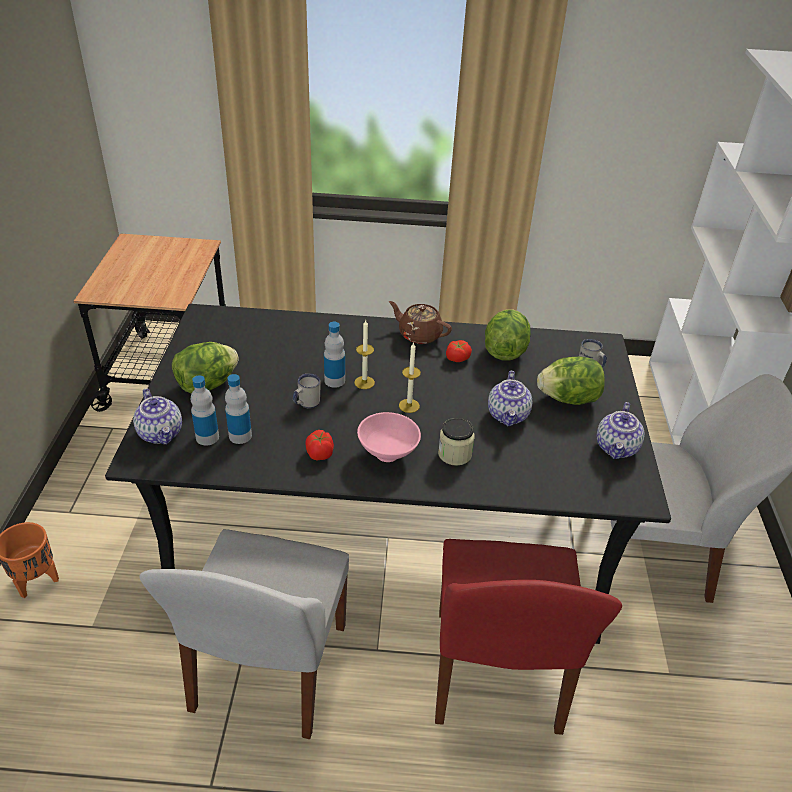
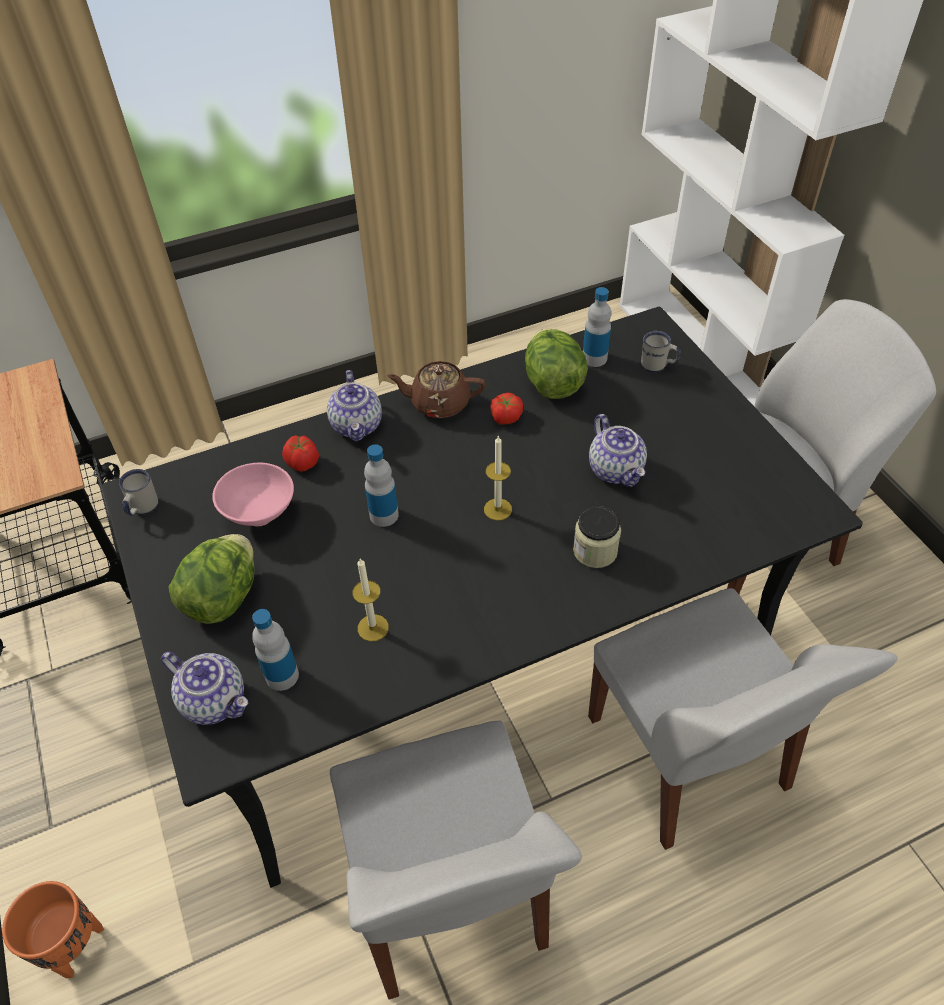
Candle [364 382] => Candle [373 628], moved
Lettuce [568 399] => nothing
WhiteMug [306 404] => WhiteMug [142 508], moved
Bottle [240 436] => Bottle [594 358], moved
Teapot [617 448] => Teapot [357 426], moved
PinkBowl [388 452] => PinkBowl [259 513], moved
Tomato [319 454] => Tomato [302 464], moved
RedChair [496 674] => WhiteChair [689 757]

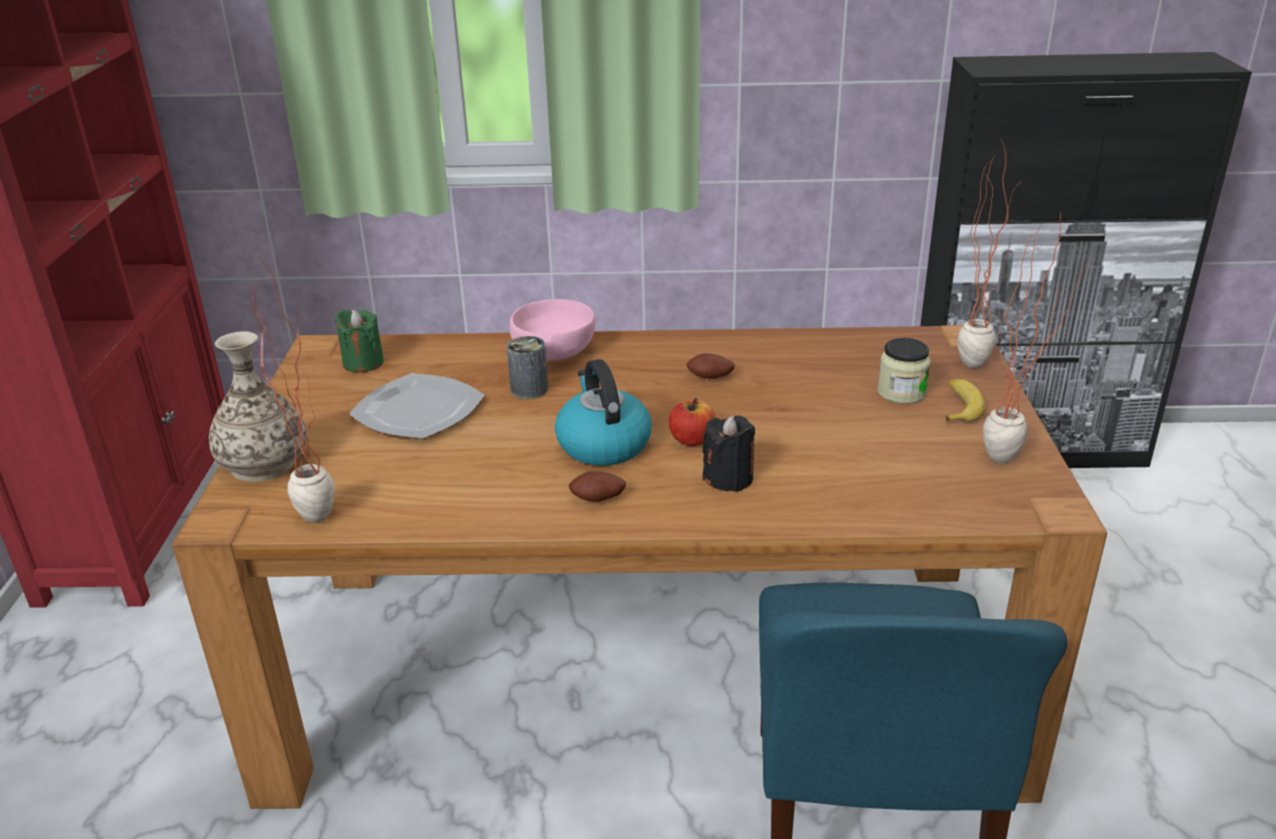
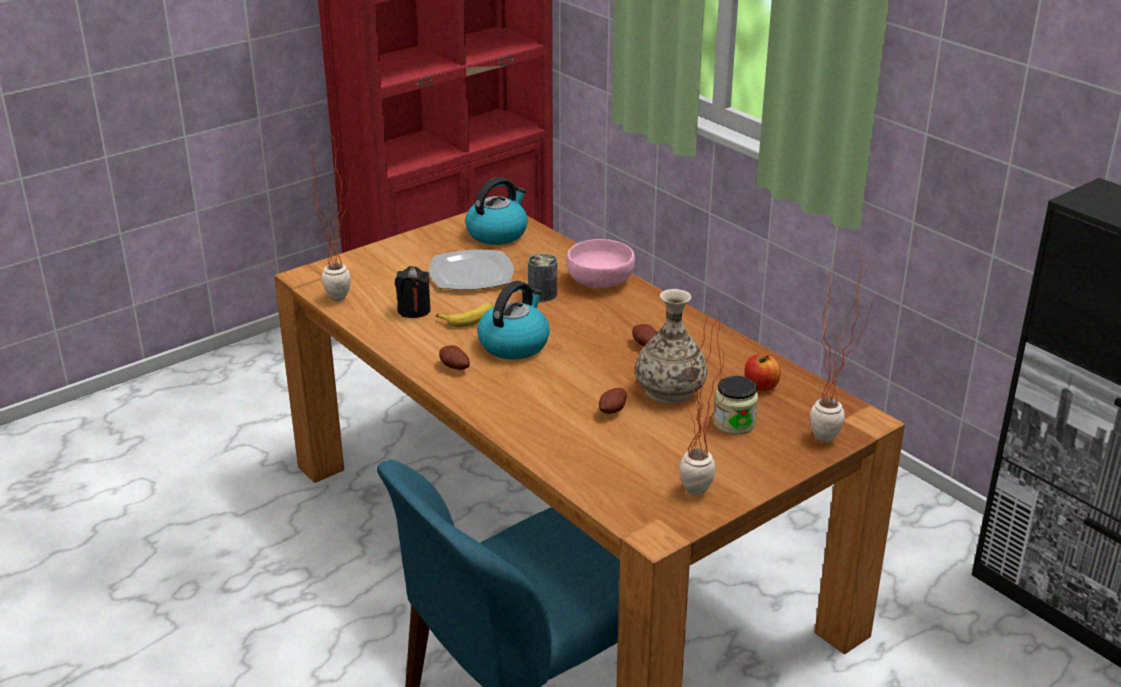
GreenCandle [363 363] => Kettle [497 233]
Vase [264 464] => Vase [670 390], moved
Banana [959 407] => Banana [469 318], moved
Apple [692 440] => Apple [760 386], moved
BlackCandle [728 478] => BlackCandle [414 310], moved
nothing => Potato [613 411]

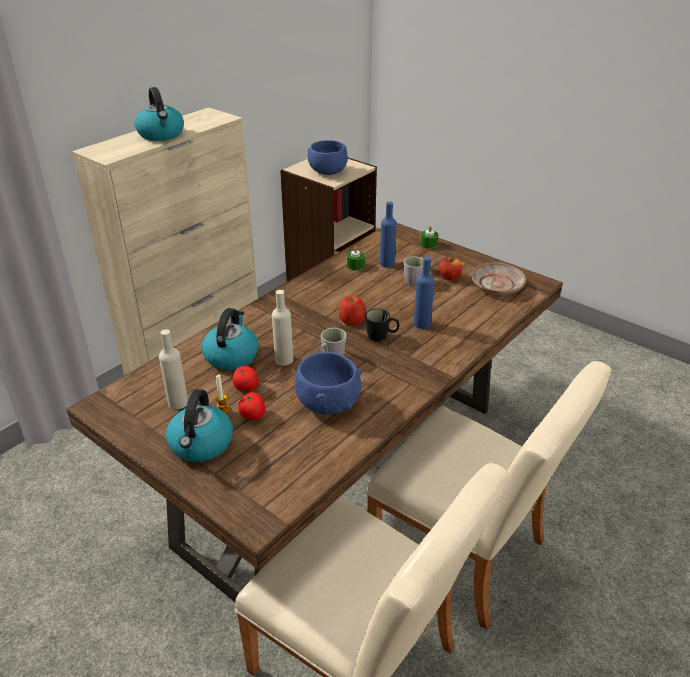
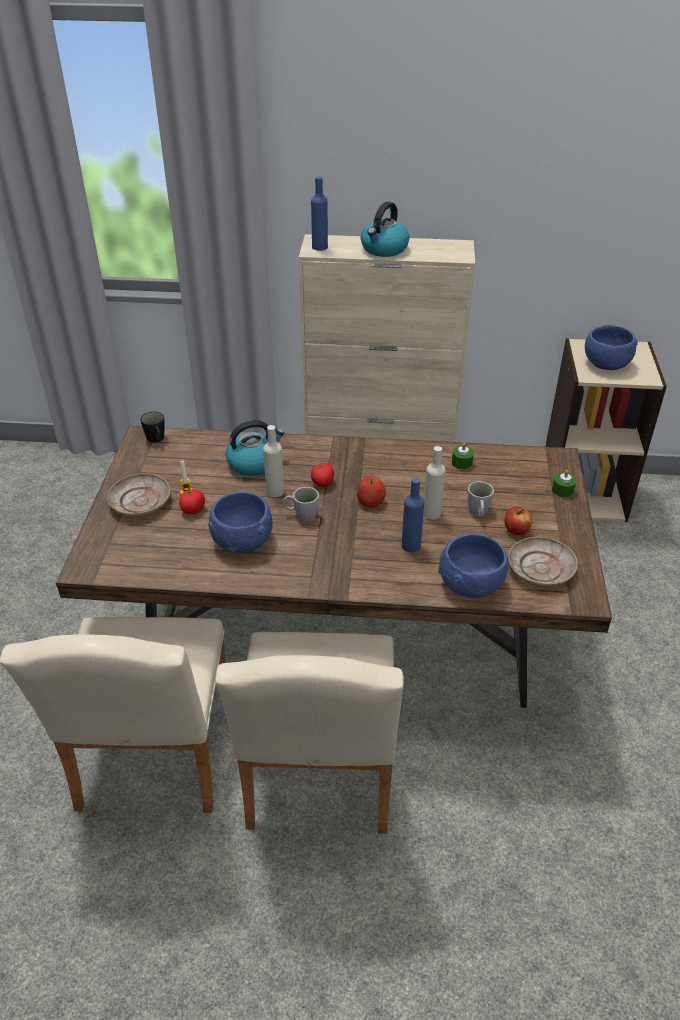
BlueBottle [387 263] => BlueBottle [319 247], moved
BlackMug [381 336] => BlackMug [156 440], moved
BeigeBottle [178 402] => BeigeBottle [431 513], moved
Tomato [246 387] => Tomato [323 483], moved
Kettle [201 444] => BeigePlate [141 502]
nothing => BlueBowl [471 585]

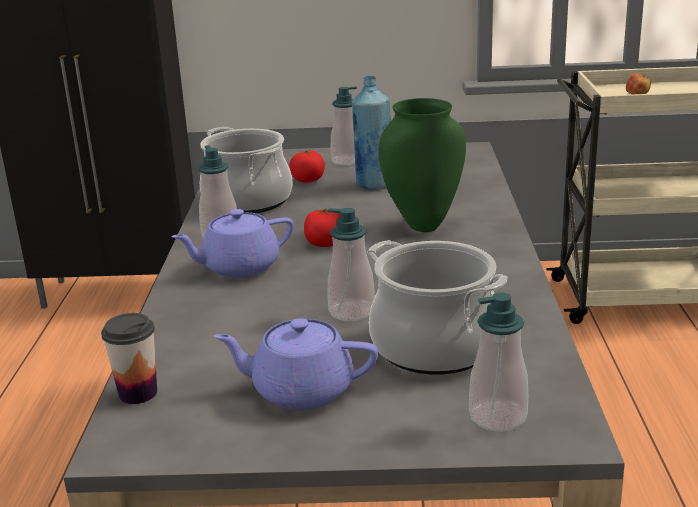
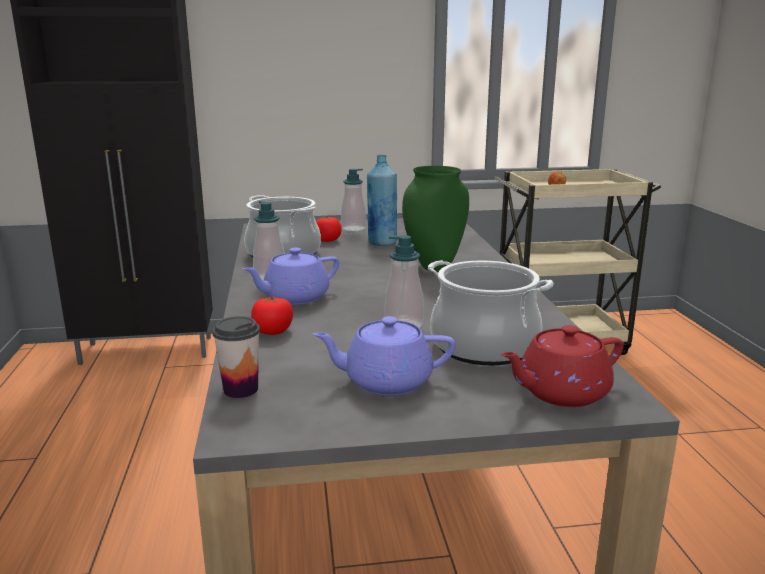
Tomato [325 243] => Tomato [272 331], moved
SoapDispenser [497 417] => RedTeapot [560 393]

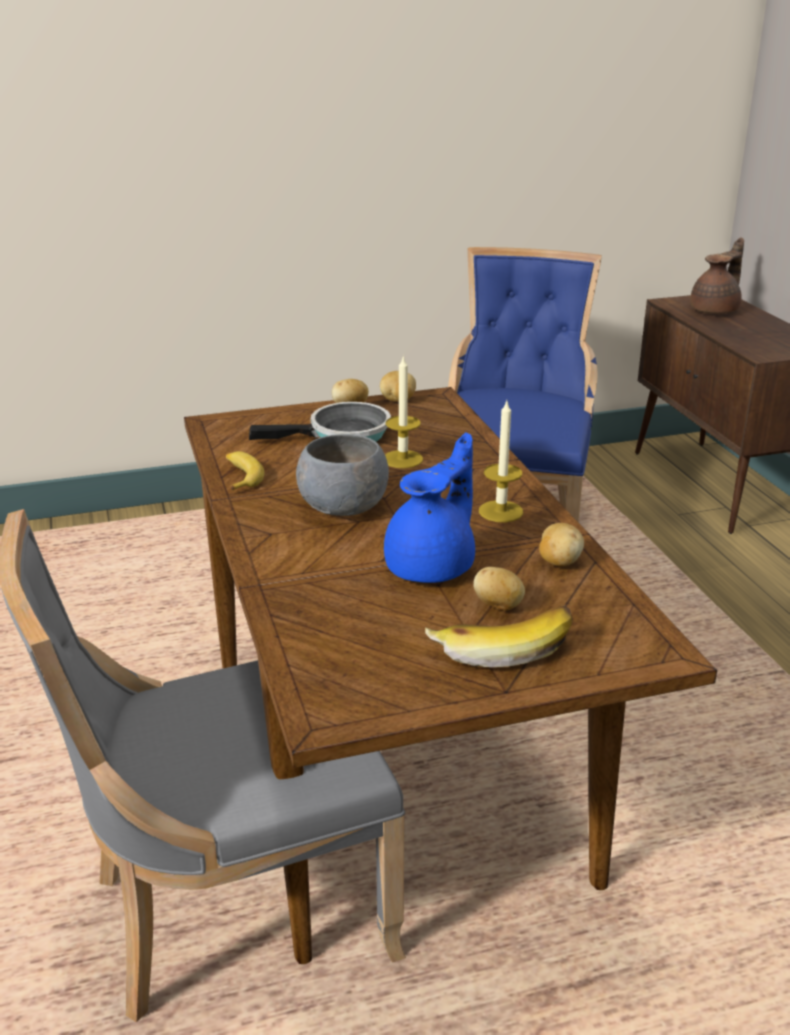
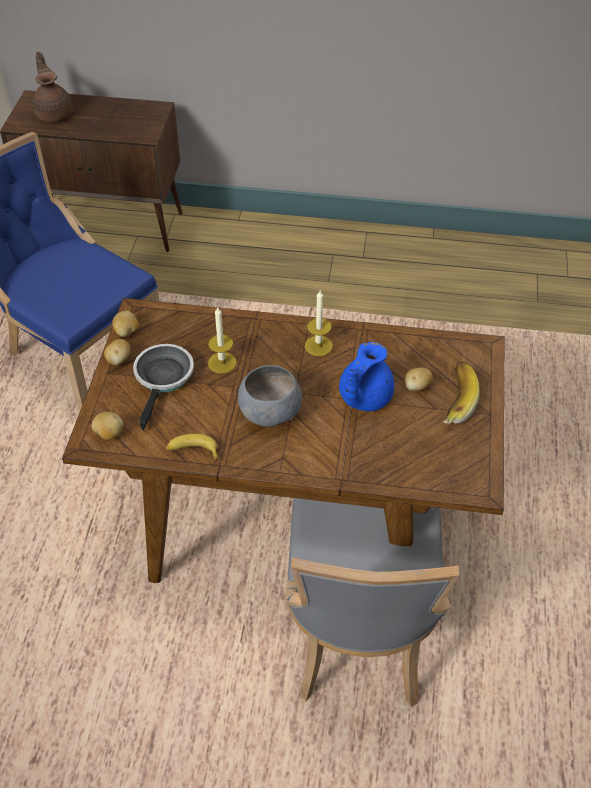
BlueTeapot [433 566] => BlueTeapot [363 397], 120 degrees counterclockwise
Potato [558 562] => Potato [109 434], moved

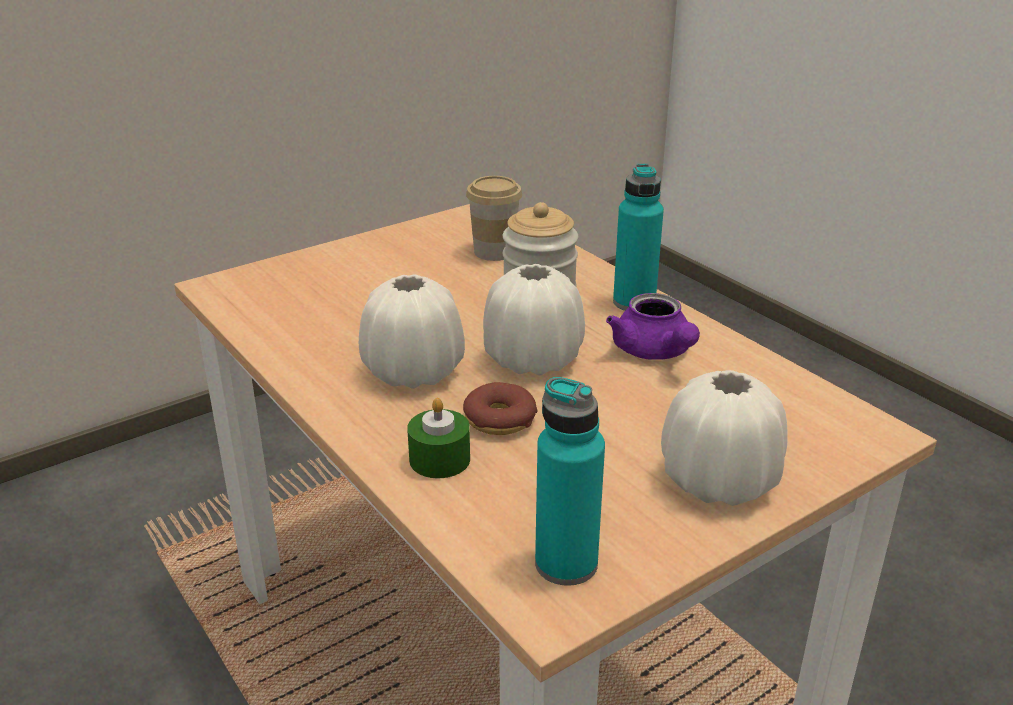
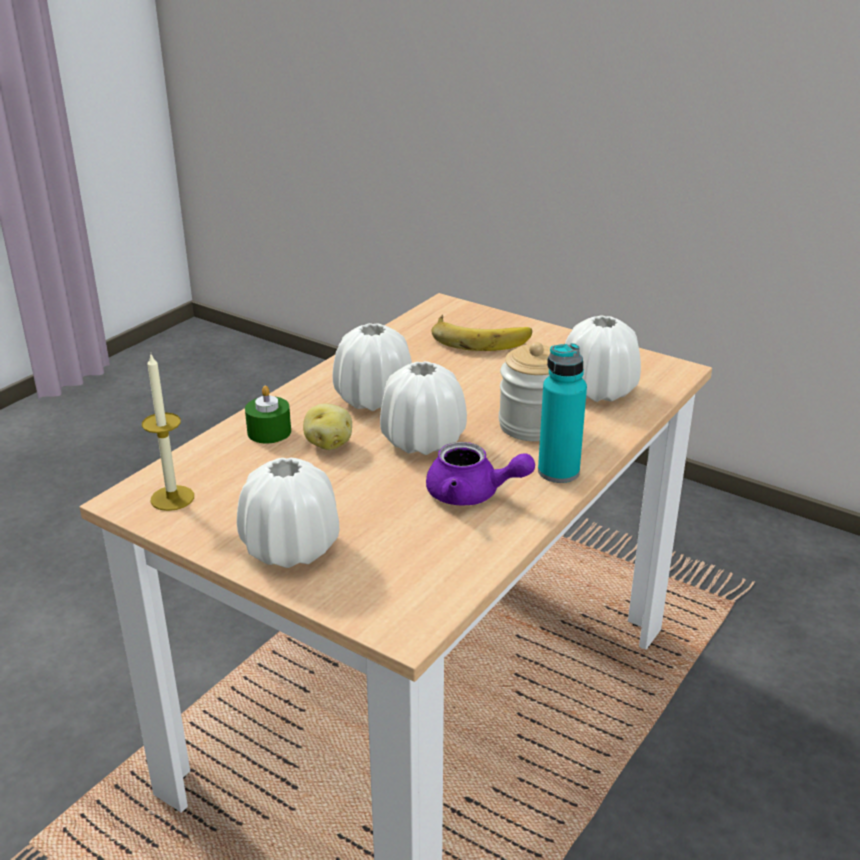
Cup [494 252] => WhiteVase [597 390]
PurpleTeapot [655 352] => PurpleTeapot [472 494], 120 degrees counterclockwise
TurquoiseBottle [566 564] => Candle [172 498]
Donut [499 419] => Potato [329 444]
nothing => Banana [480 337]

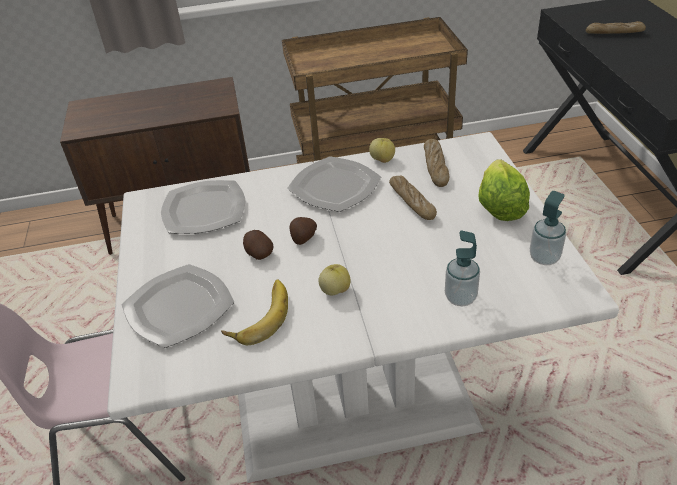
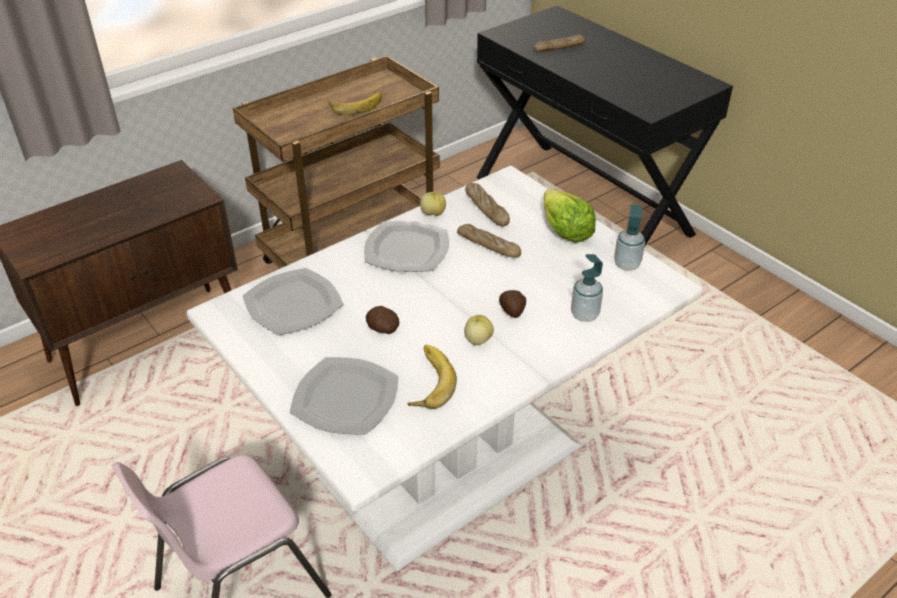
Potato [303 238] => Potato [512 311], moved
nothing => Banana [356 105]

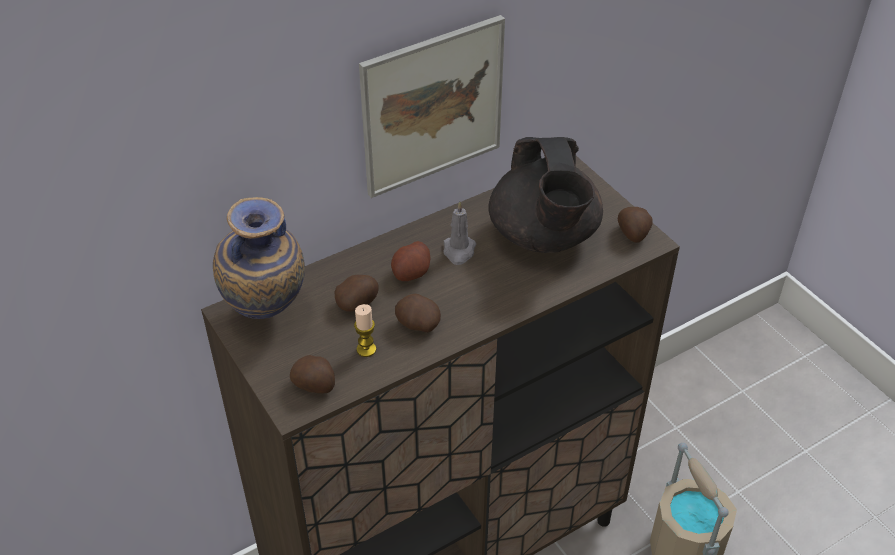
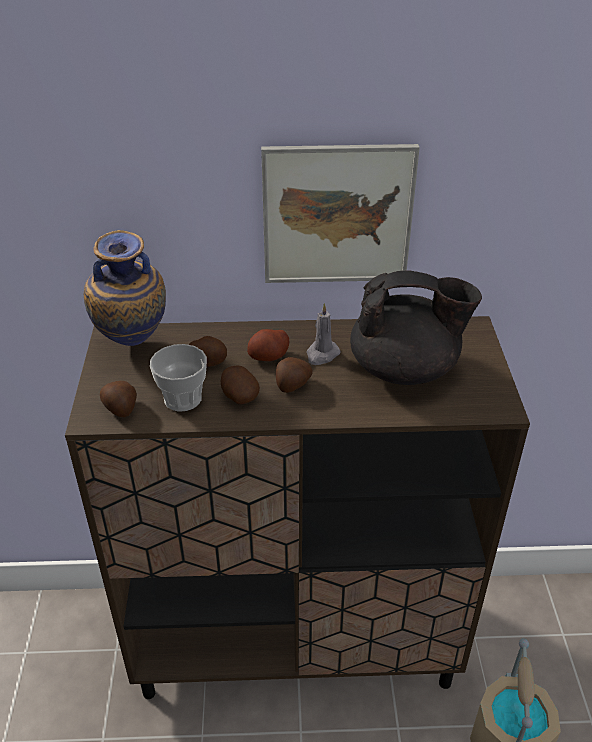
BlackTeapot [544 236] => BlackTeapot [405 369], 105 degrees counterclockwise
Potato [633 234] => Potato [292 385], moved
Candle [366 349] => Cup [182 399]

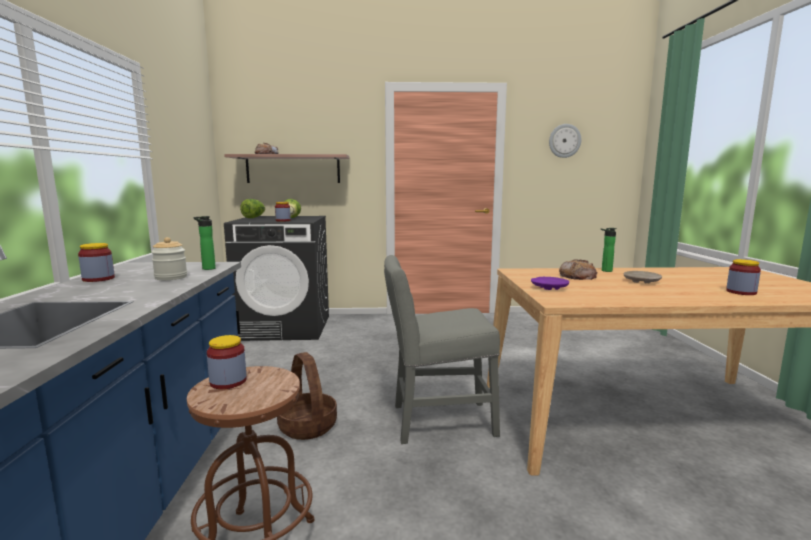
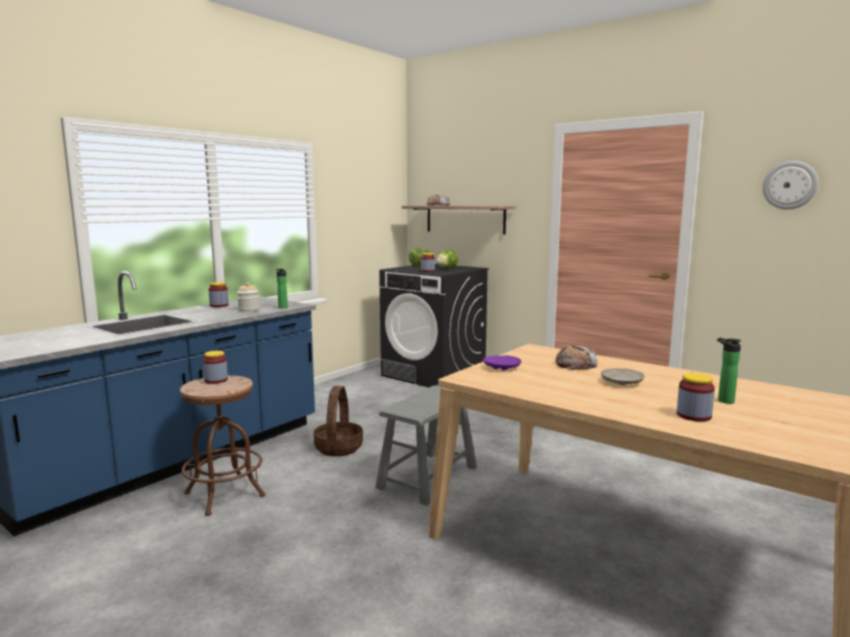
Bottle [605 271] => Bottle [723 400], moved
GreyChair [437 421] => GreyStool [427 477]

